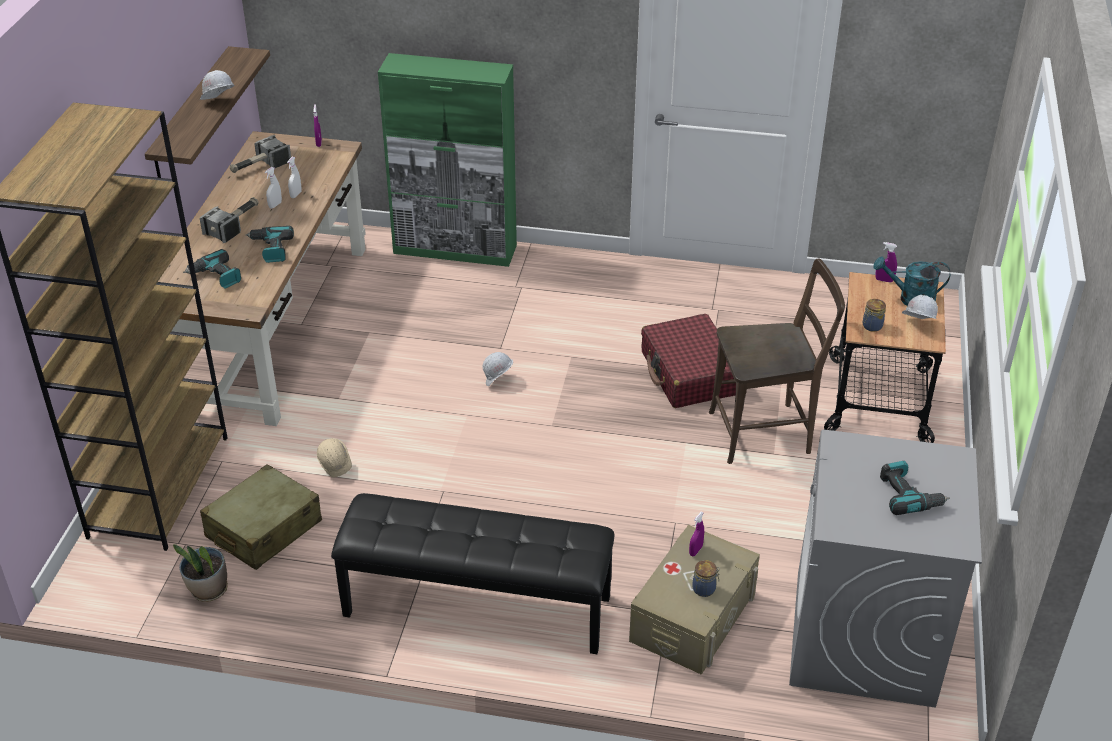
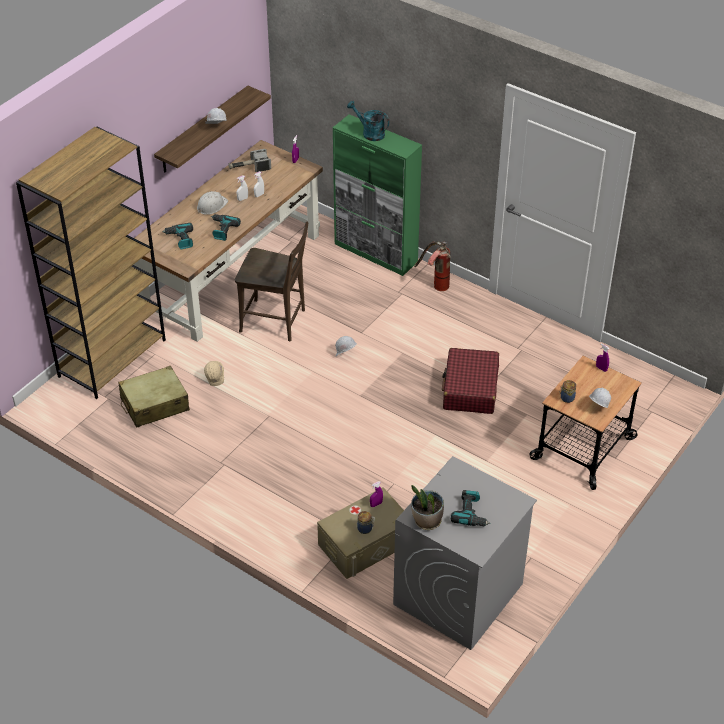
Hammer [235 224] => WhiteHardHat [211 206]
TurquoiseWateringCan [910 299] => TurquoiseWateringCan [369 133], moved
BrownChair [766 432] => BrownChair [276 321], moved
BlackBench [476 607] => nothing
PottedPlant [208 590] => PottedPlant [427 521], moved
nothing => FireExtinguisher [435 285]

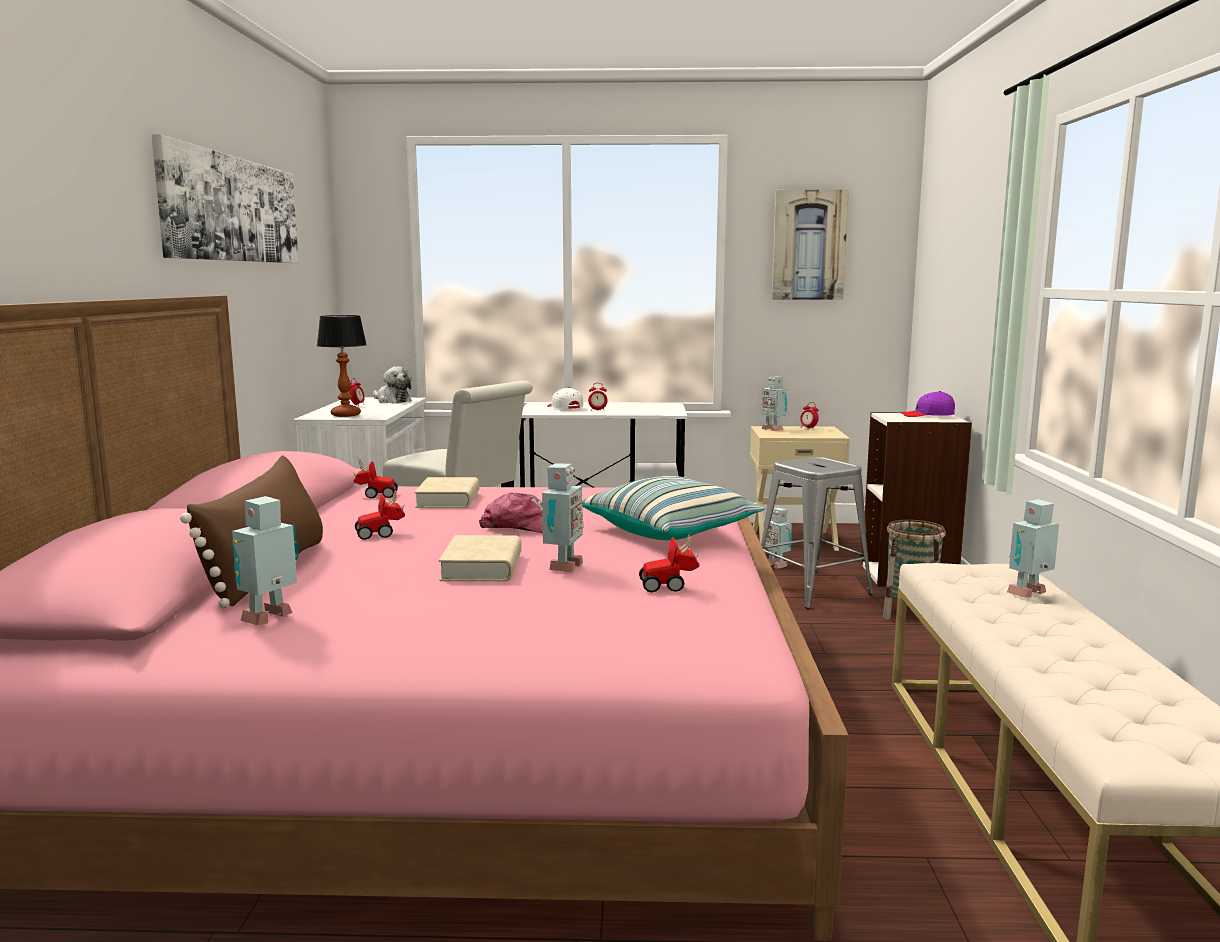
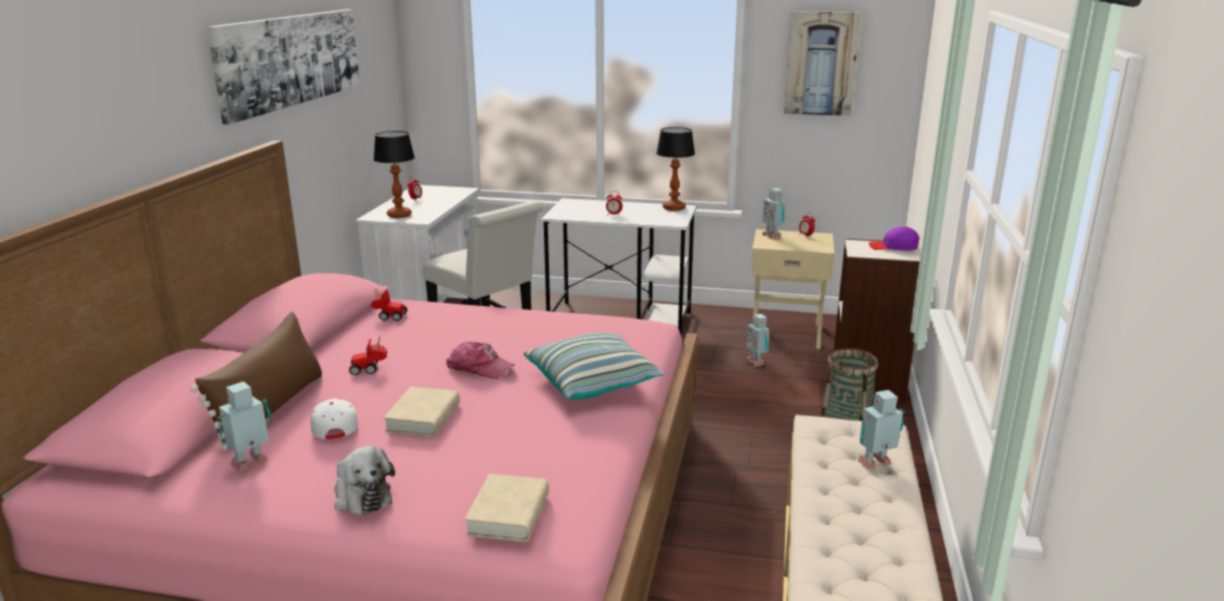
PlushToy [392 401] => PlushToy [361 495], moved
WhiteCap [564 407] => WhiteCap [334 425], moved
GreyStool [811 589] => nothing
ToyRobot [562 567] => nothing
BeigeBook [448 500] => BeigeBook [509 514], moved
ToyCar [669 586] => nothing
nothing => TableLamp [674 208]

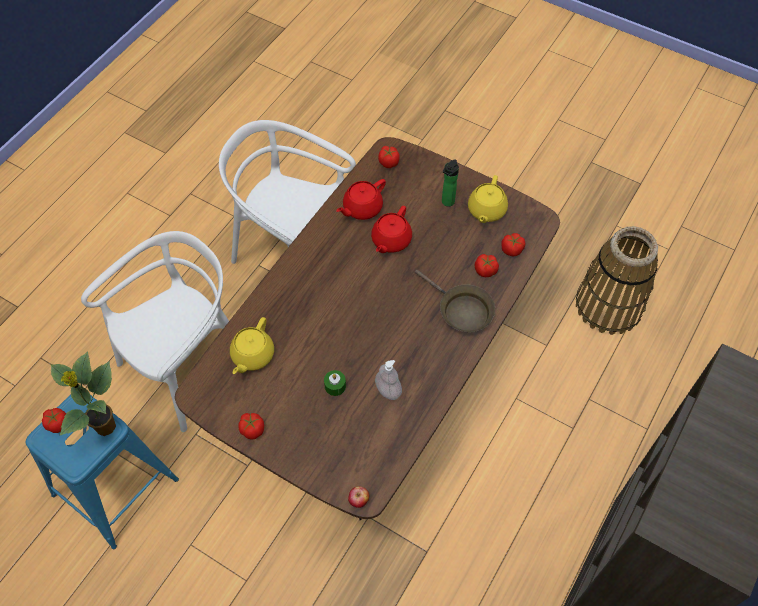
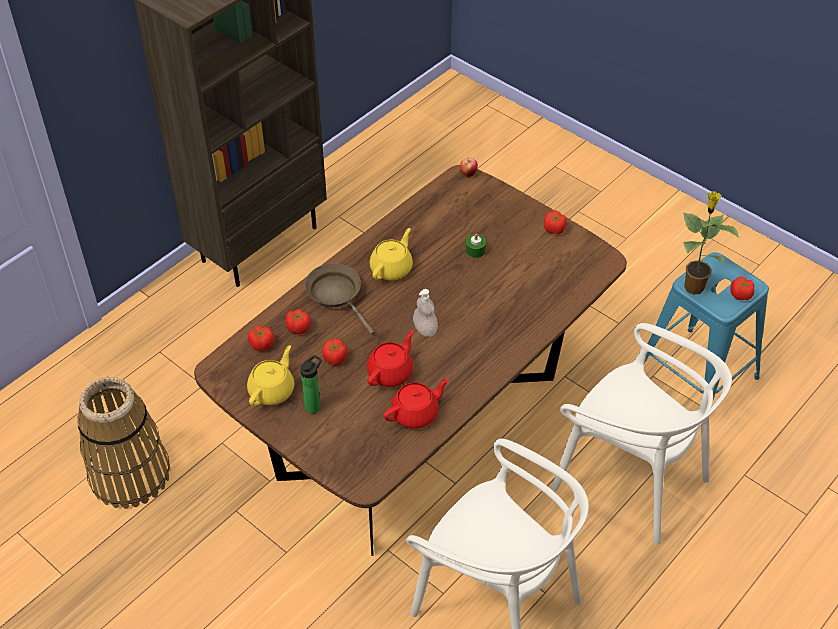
Tomato [388 162] => Tomato [335 358], moved
WhiteChair [188 366] => WhiteChair [630 479], 105 degrees counterclockwise
YellowTeapot [252 355] => YellowTeapot [392 268], moved
SoapDispenser [388 390] => SoapDispenser [425 329], moved

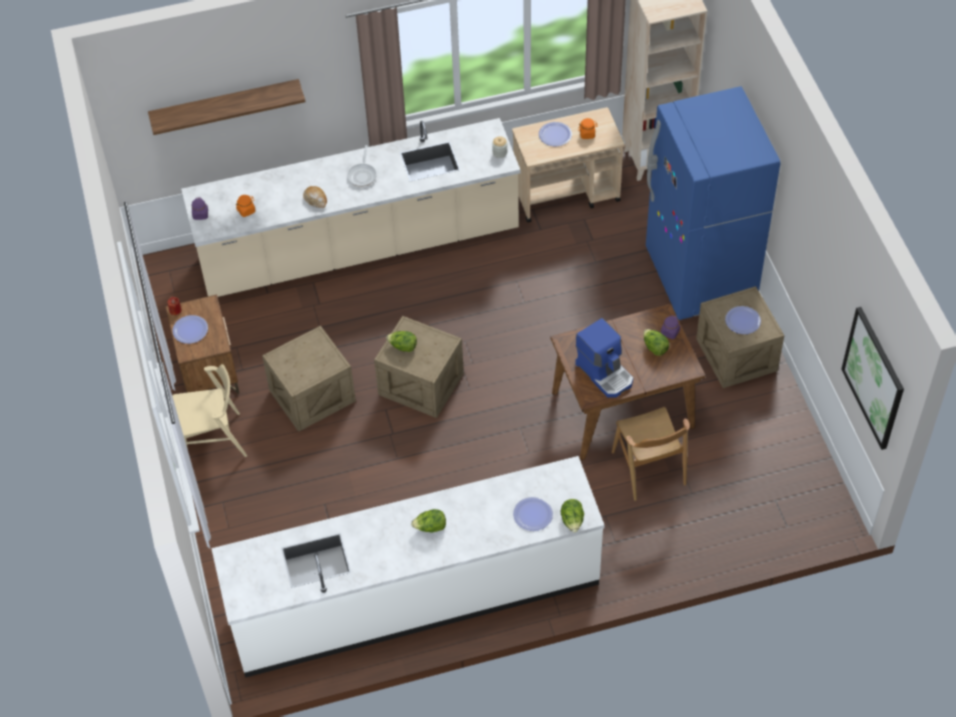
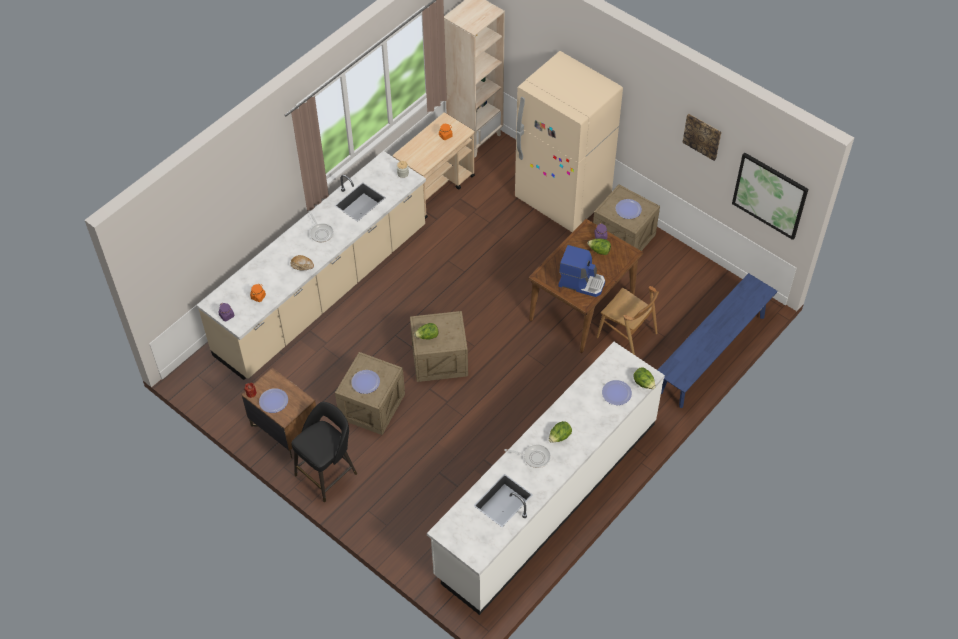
Shelf [225 105] => nothing
BlueFridge [700 276] => BeigeFridge [562 199]
Plate [555 135] => Plate [365 382], moved
BeigeChair [213 440] => BlackStool [327 473]
nothing => Picture [702 136]
nothing => BlueBench [712 354]
nothing => FryingPan [534 457]

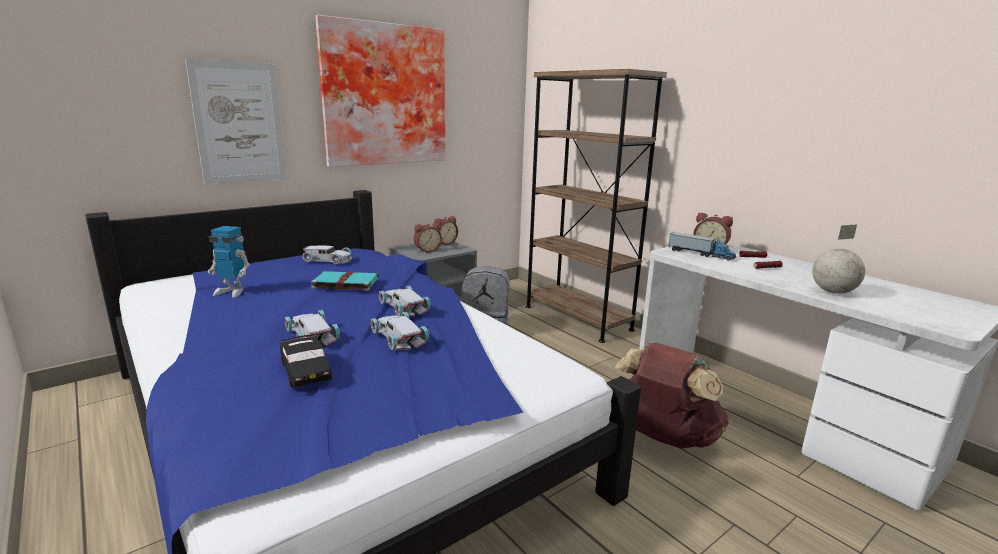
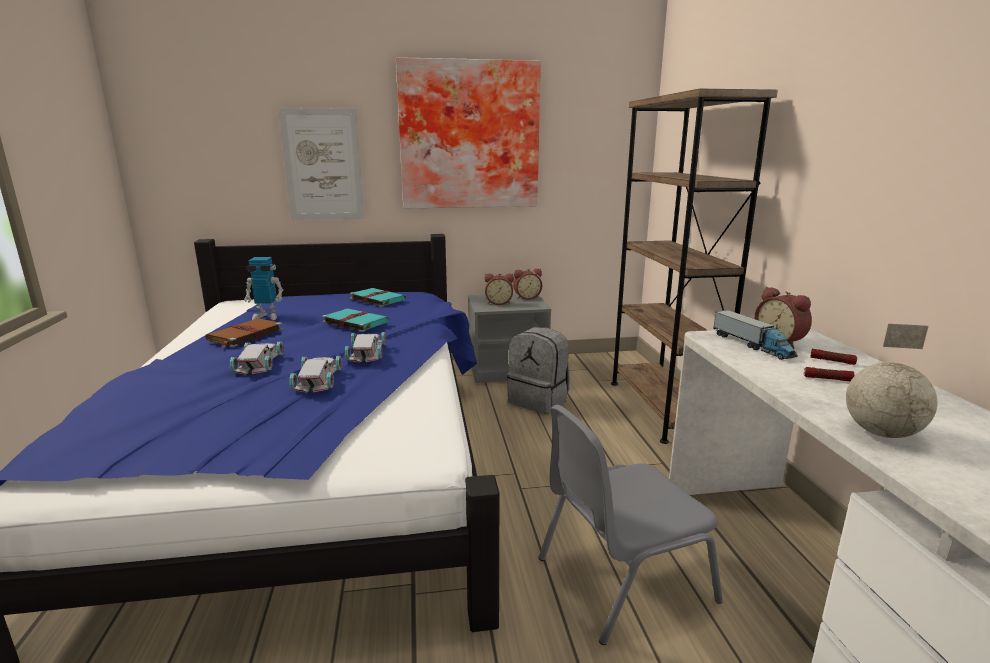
ToyRobot [232 292] => ToyRobot [266 316], 45 degrees counterclockwise
WhiteToyCar [328 259] => TurquoiseBook [377 299]
BlackToyCar [306 370] => nothing
BrownBackpack [664 437] => GreyChair [621 578]
nothing => BrownBook [244 335]

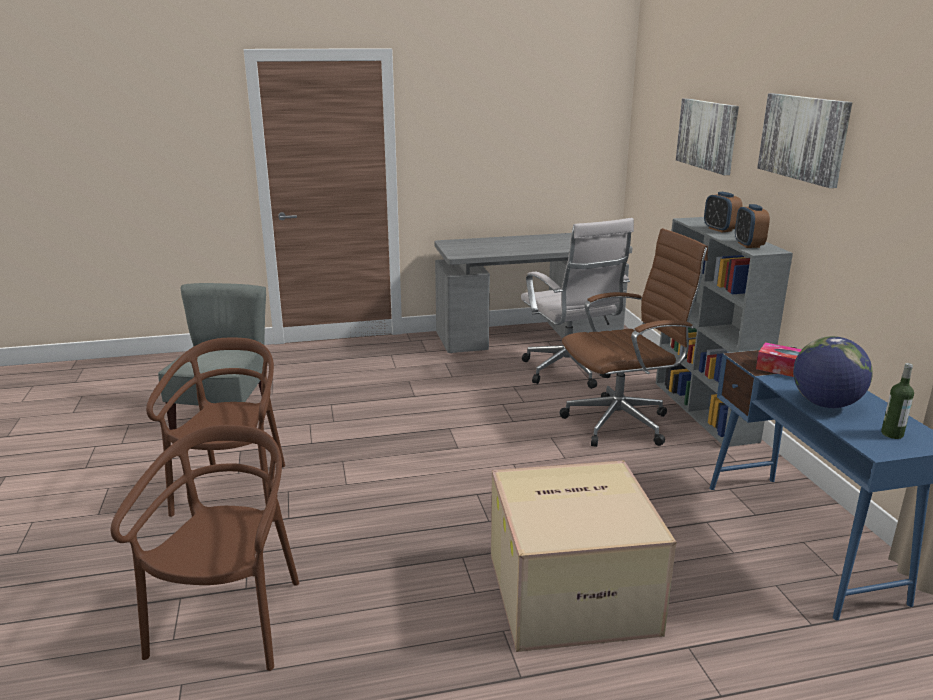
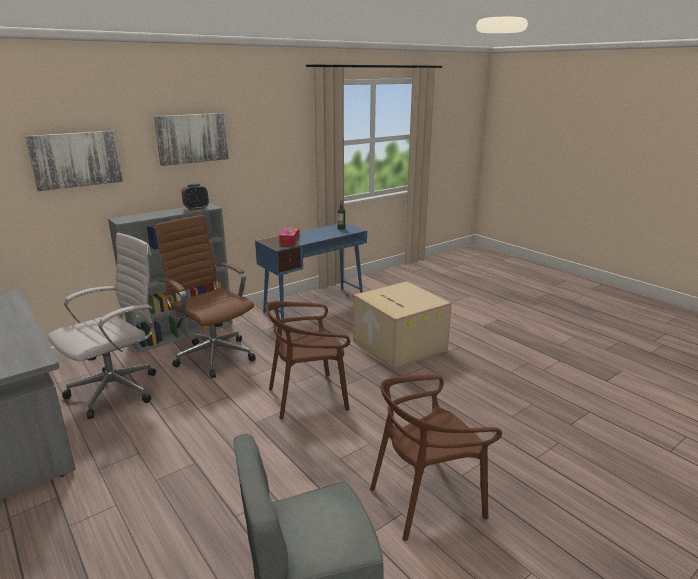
AlarmClock [720 229] => nothing
Globe [825 404] => nothing
BrownChair [230 621] => BrownChair [308 397], moved

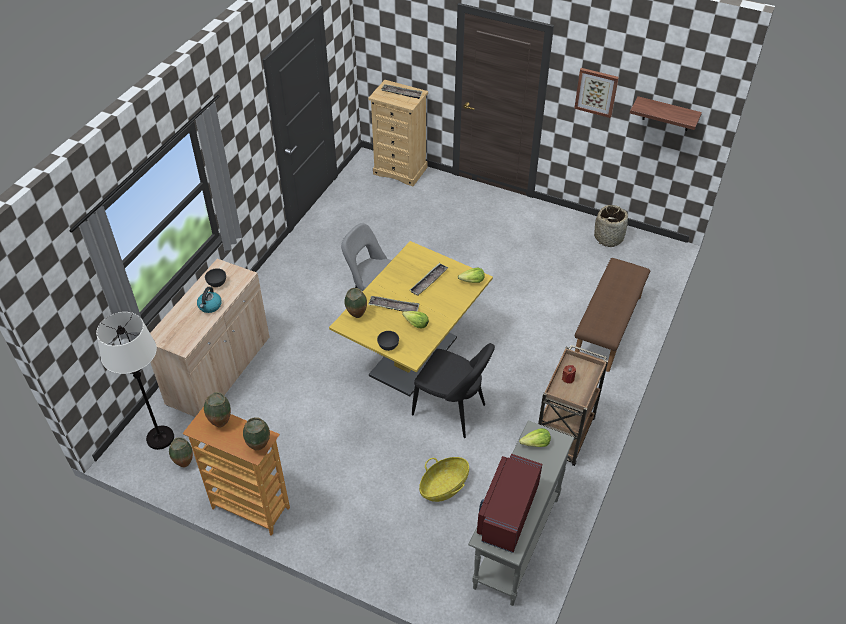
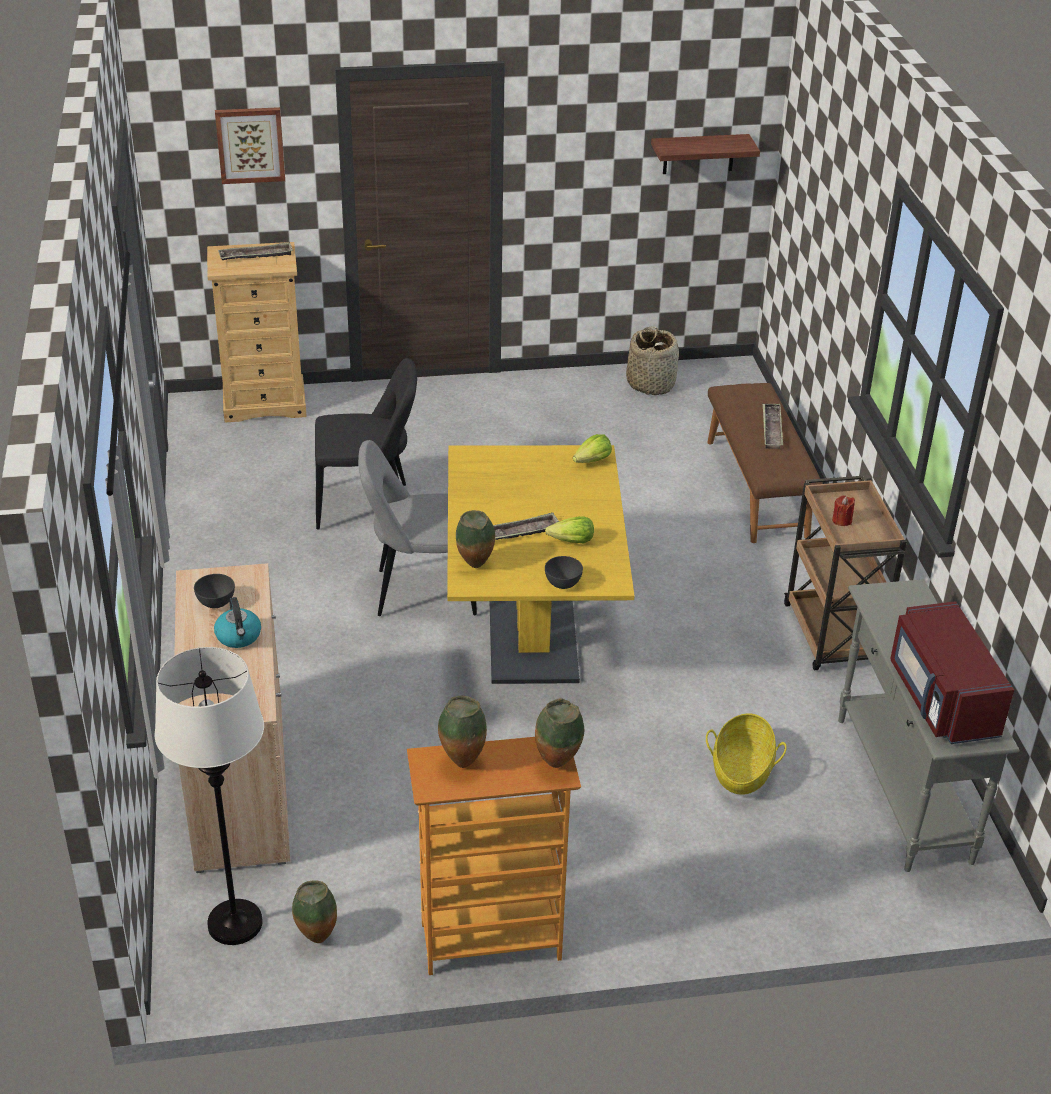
Picture [596 92] => Picture [250 144], moved
Tray [429 281] => Tray [771 429], moved
BlackChair [452 411] => BlackChair [368 507], moved
Lettuce [535 444] => nothing

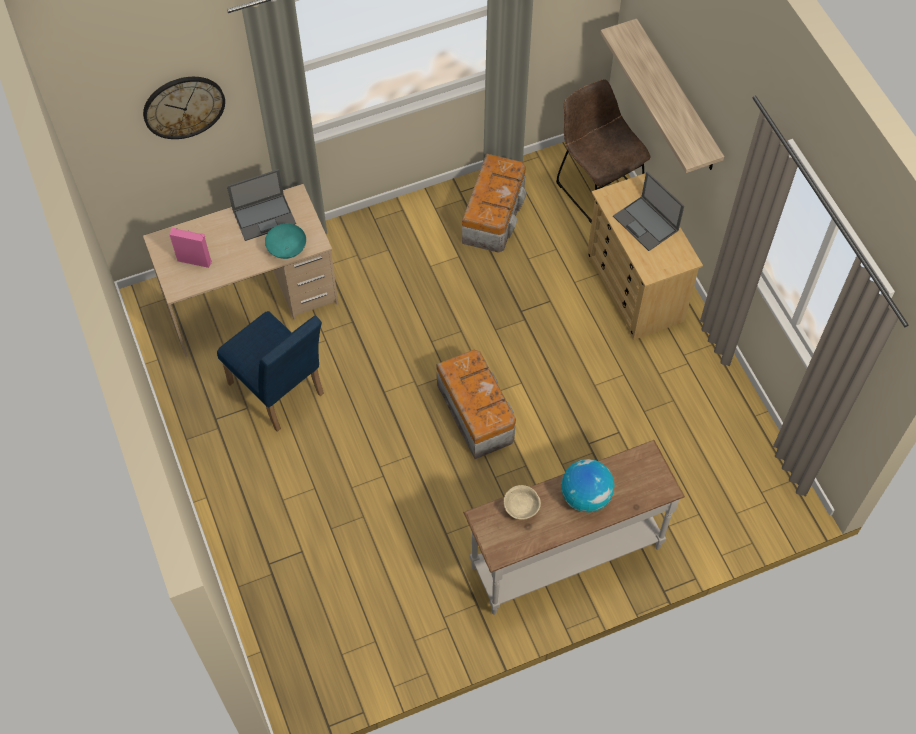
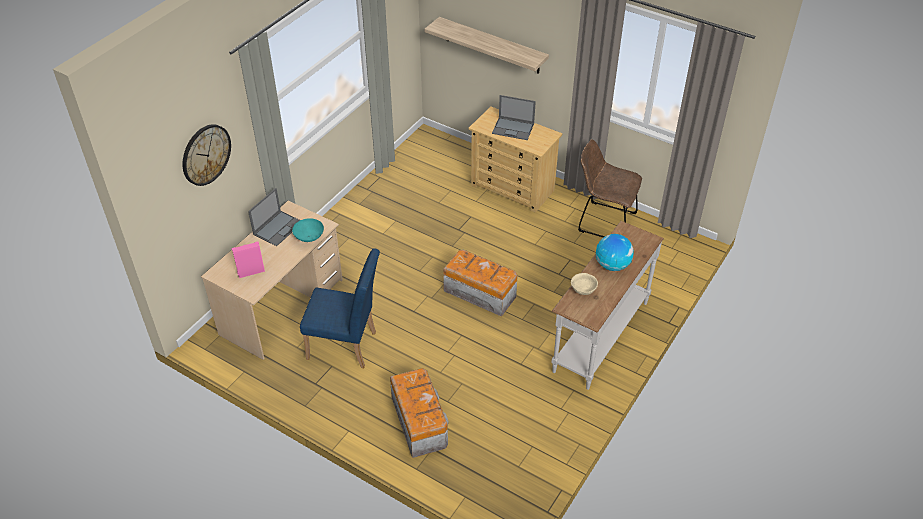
BrownChair [596 187] => BrownChair [603 221], moved
StorageBox [494 214] => StorageBox [419 421], moved

